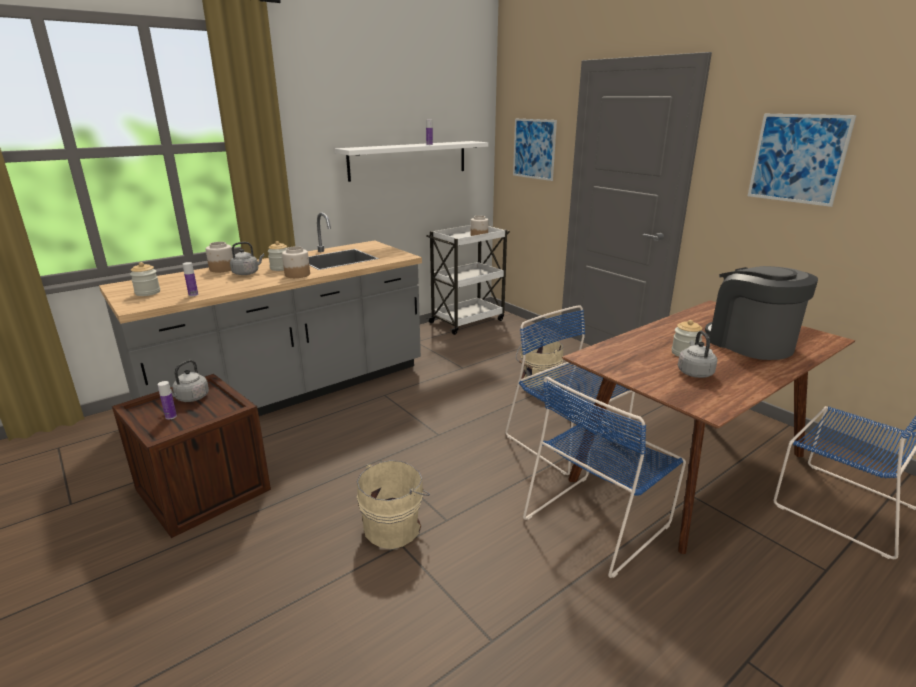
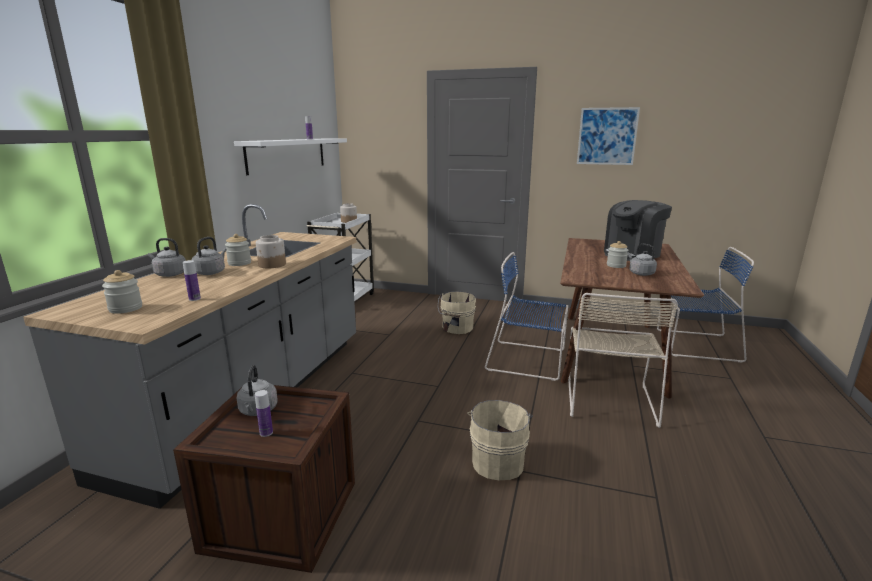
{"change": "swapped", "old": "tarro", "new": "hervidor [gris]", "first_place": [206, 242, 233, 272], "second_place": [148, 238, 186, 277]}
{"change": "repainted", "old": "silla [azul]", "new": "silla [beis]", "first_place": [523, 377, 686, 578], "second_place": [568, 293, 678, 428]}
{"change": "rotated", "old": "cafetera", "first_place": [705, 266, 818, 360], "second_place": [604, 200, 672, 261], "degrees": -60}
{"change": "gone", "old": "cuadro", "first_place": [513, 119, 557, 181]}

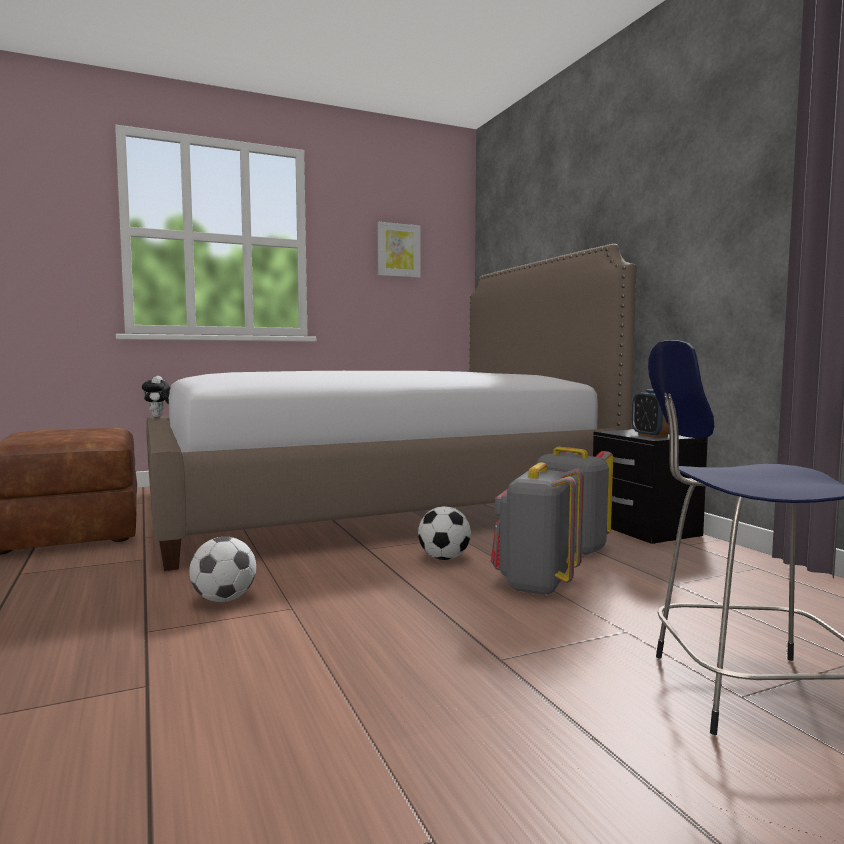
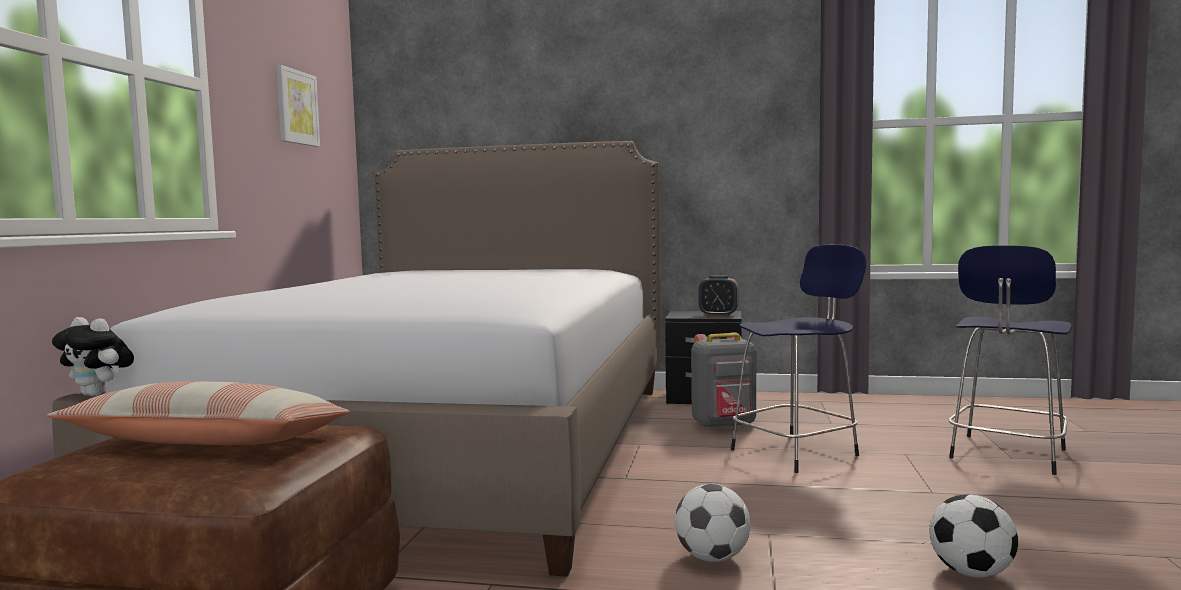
{"change": "new", "new": "cojín", "second_place": [47, 381, 350, 445]}
{"change": "swapped", "old": "mochila [gris]", "new": "taburete [azul]", "first_place": [491, 462, 584, 596], "second_place": [731, 245, 866, 473]}
{"change": "shifted", "old": "balón de fútbol", "first_place": [418, 506, 471, 560], "second_place": [929, 494, 1018, 578]}

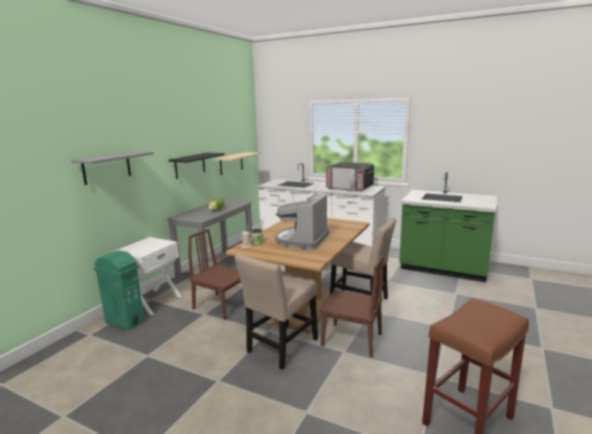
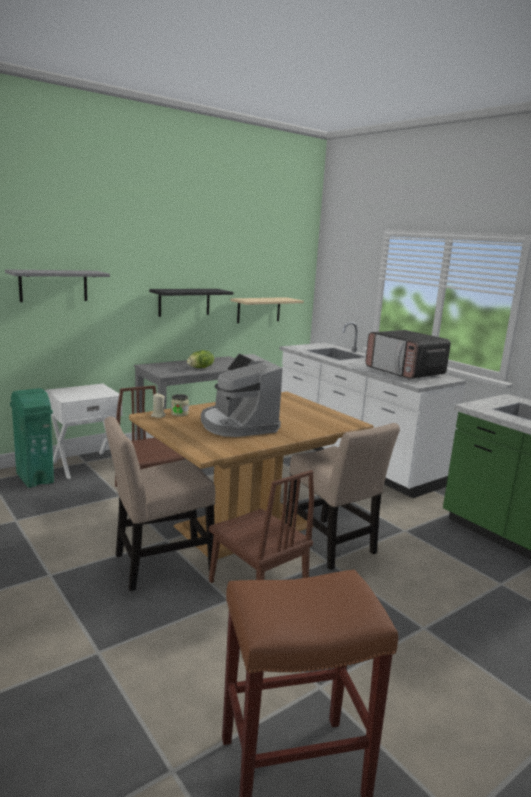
{"change": "rotated", "old": "cafetera", "first_place": [275, 193, 329, 250], "second_place": [201, 354, 283, 437], "degrees": -75}

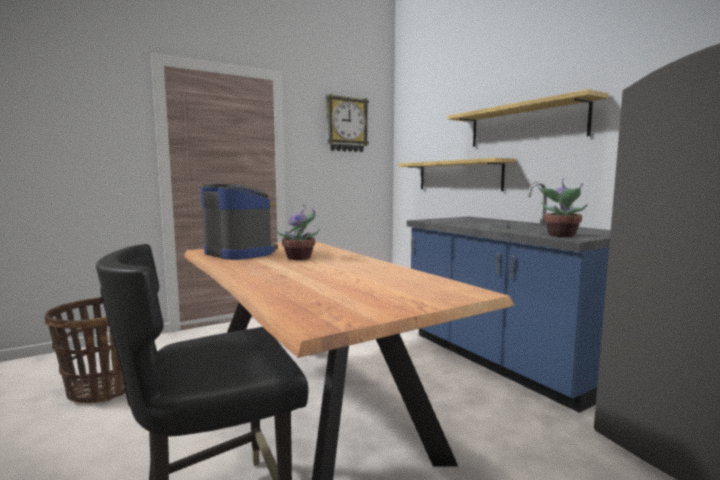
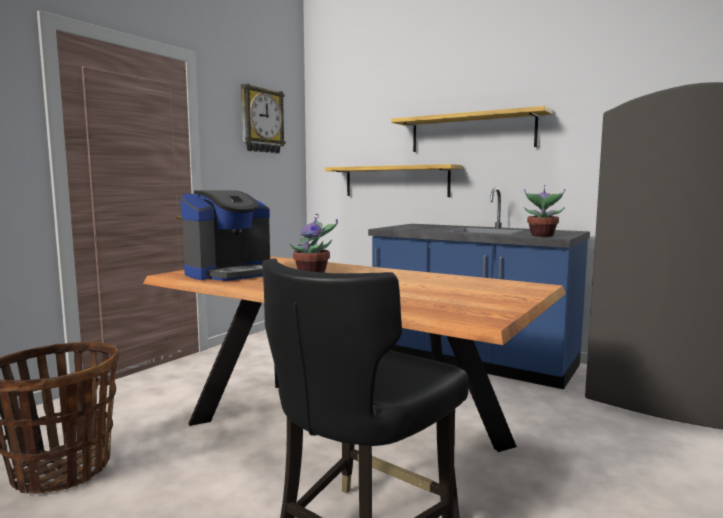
{"change": "rotated", "old": "cafetera", "first_place": [201, 184, 278, 260], "second_place": [180, 190, 270, 281], "degrees": 120}

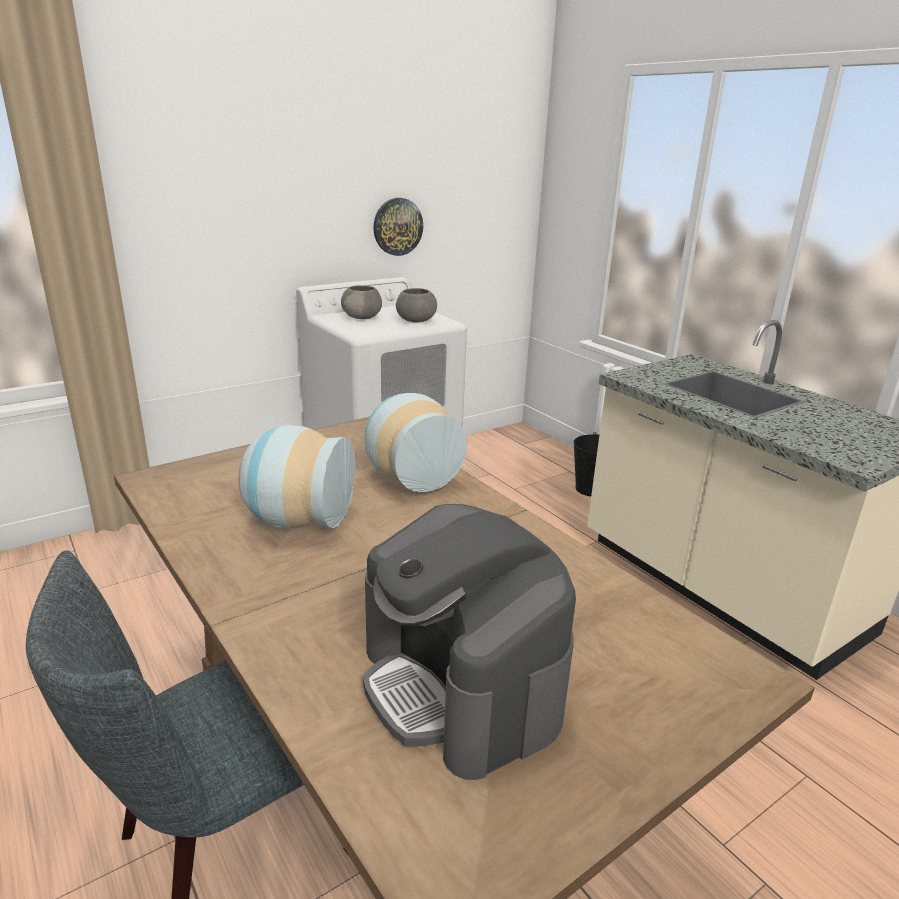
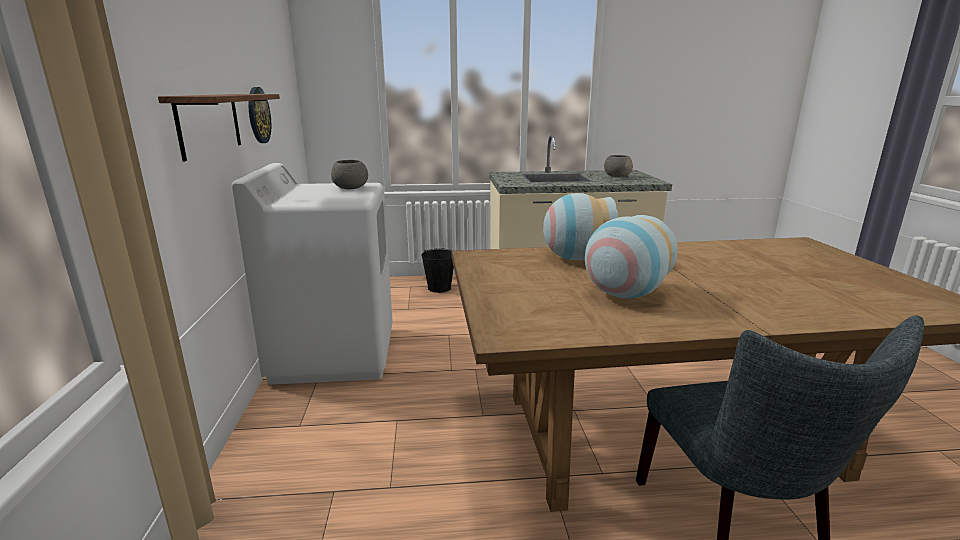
{"change": "new", "new": "estante", "second_place": [158, 94, 280, 161]}
{"change": "shifted", "old": "cuenco [gris]", "first_place": [341, 285, 382, 319], "second_place": [604, 155, 633, 177]}
{"change": "gone", "old": "cafetera", "first_place": [363, 504, 576, 780]}

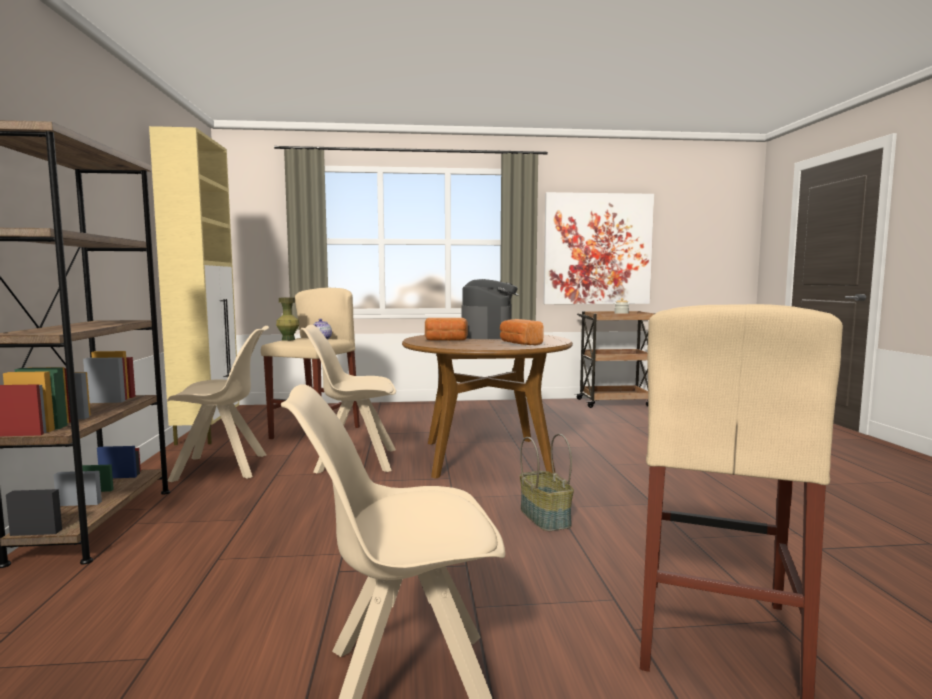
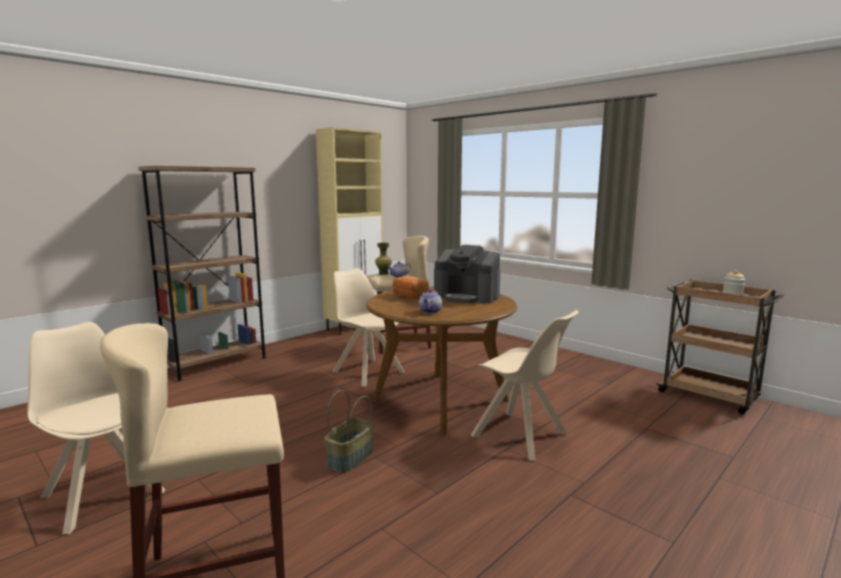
{"change": "swapped", "old": "pan", "new": "tetera", "first_place": [500, 319, 544, 345], "second_place": [419, 289, 442, 314]}
{"change": "rotated", "old": "cafetera", "first_place": [461, 279, 518, 339], "second_place": [434, 245, 500, 304], "degrees": 60}
{"change": "shifted", "old": "silla [beis]", "first_place": [167, 326, 269, 482], "second_place": [471, 310, 579, 460]}
{"change": "gone", "old": "cuadro", "first_place": [544, 192, 654, 304]}

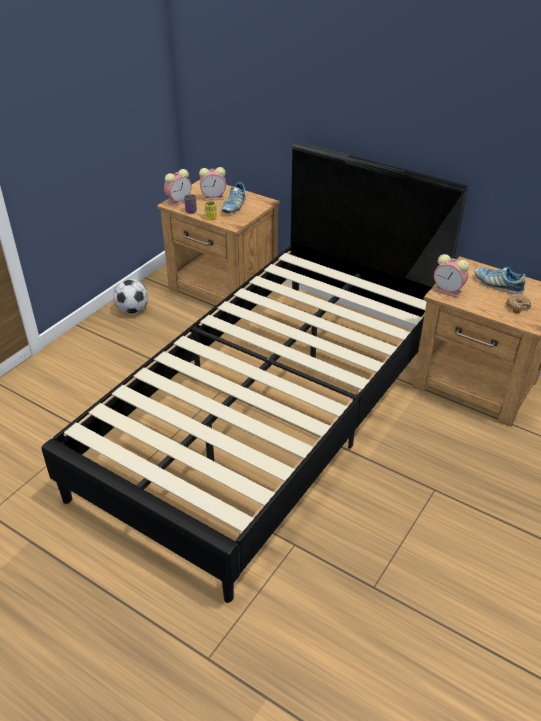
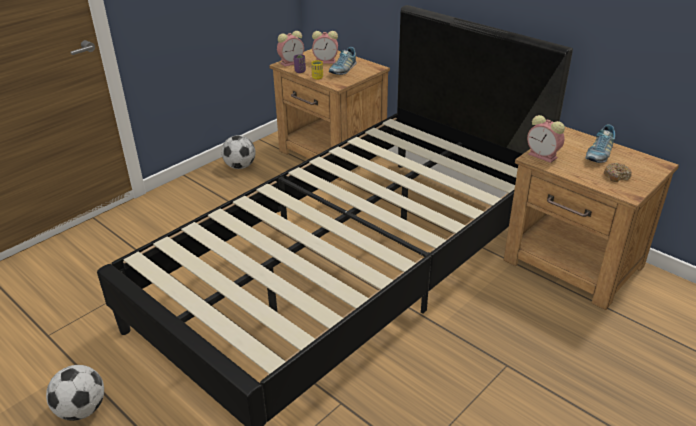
{"change": "new", "new": "balón de fútbol", "second_place": [46, 365, 104, 421]}
{"change": "rotated", "old": "zapato", "first_place": [475, 267, 525, 294], "second_place": [585, 124, 615, 163], "degrees": -105}

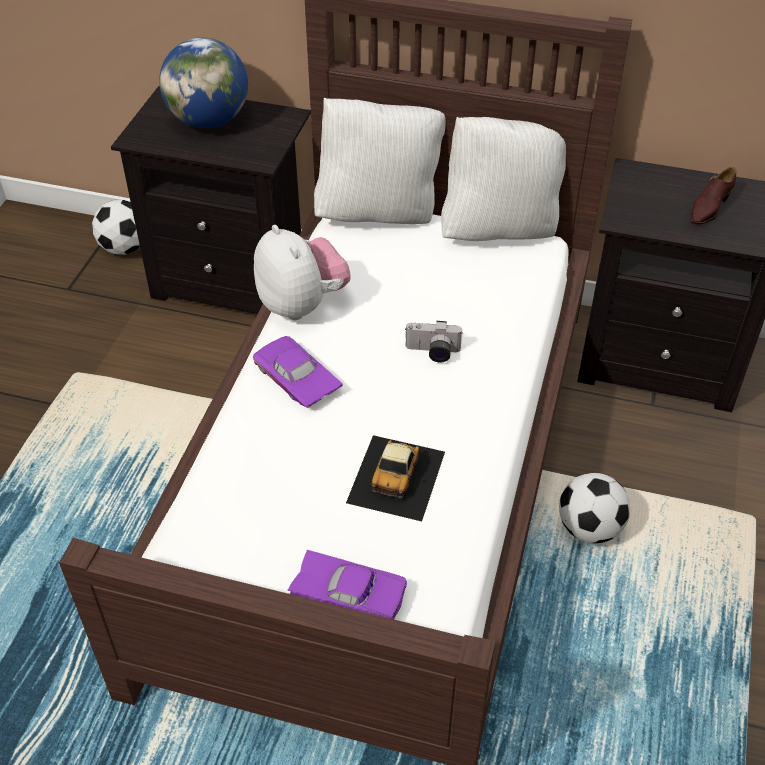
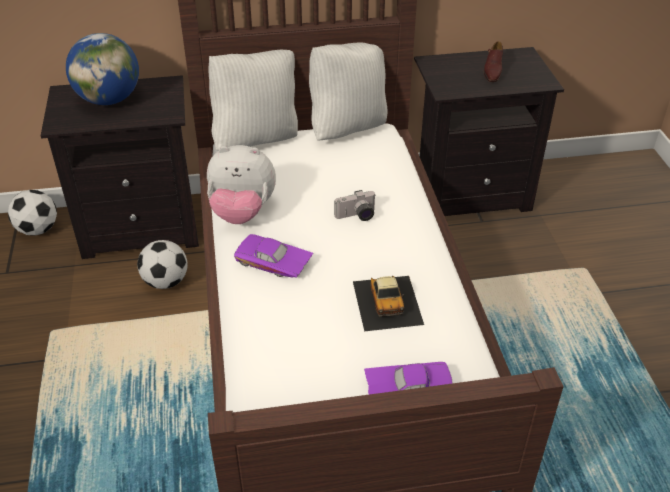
{"change": "shifted", "old": "balón de fútbol", "first_place": [559, 473, 630, 543], "second_place": [137, 240, 188, 289]}
{"change": "rotated", "old": "peluche", "first_place": [254, 225, 351, 320], "second_place": [207, 145, 276, 224], "degrees": 150}

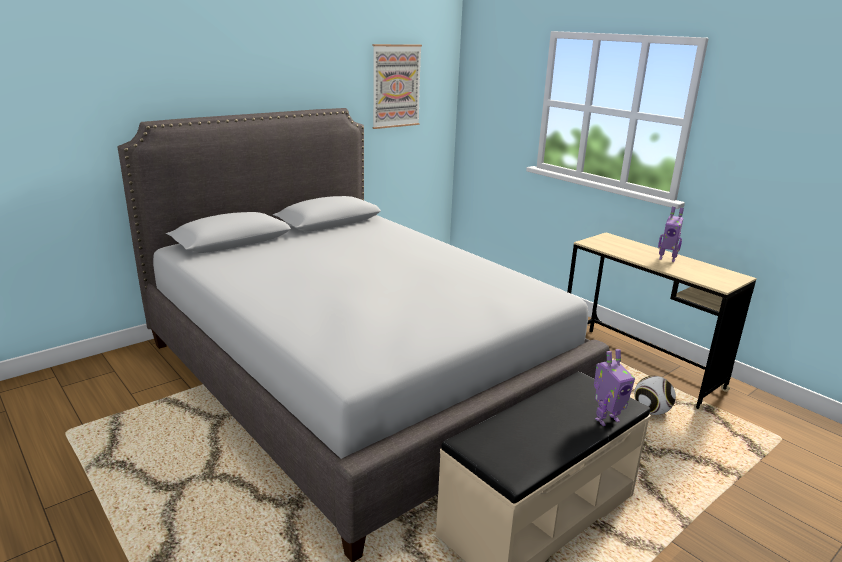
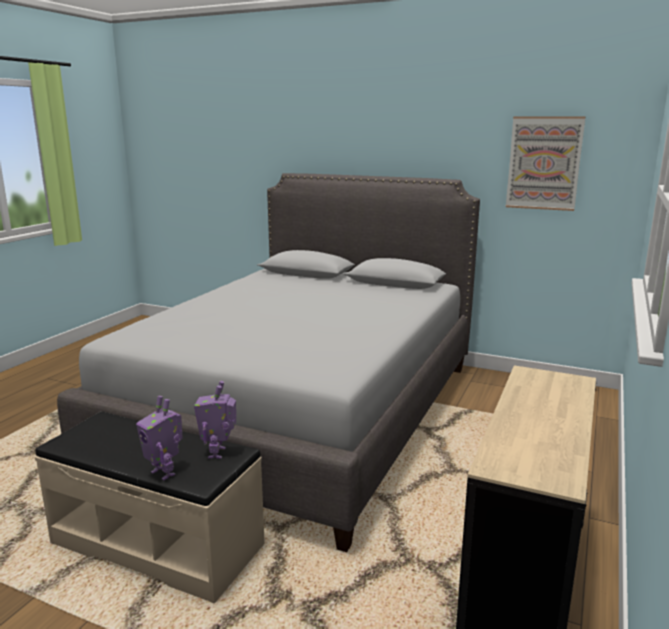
{"change": "shifted", "old": "robot de juguete", "first_place": [658, 207, 684, 262], "second_place": [194, 381, 236, 459]}
{"change": "gone", "old": "balón de fútbol", "first_place": [634, 376, 676, 415]}

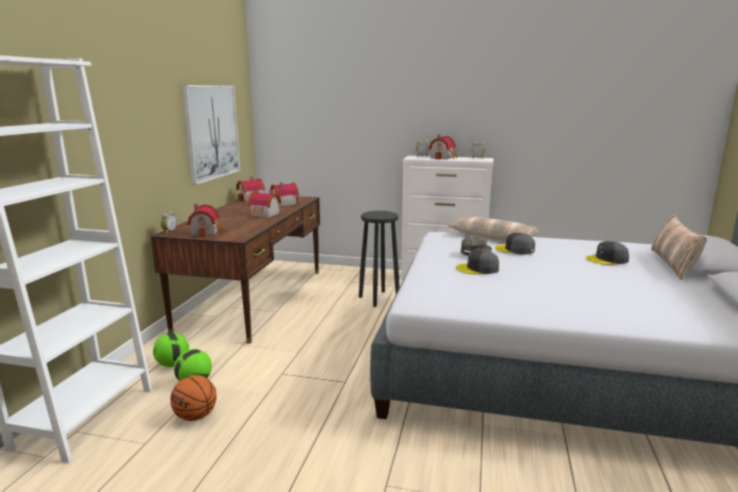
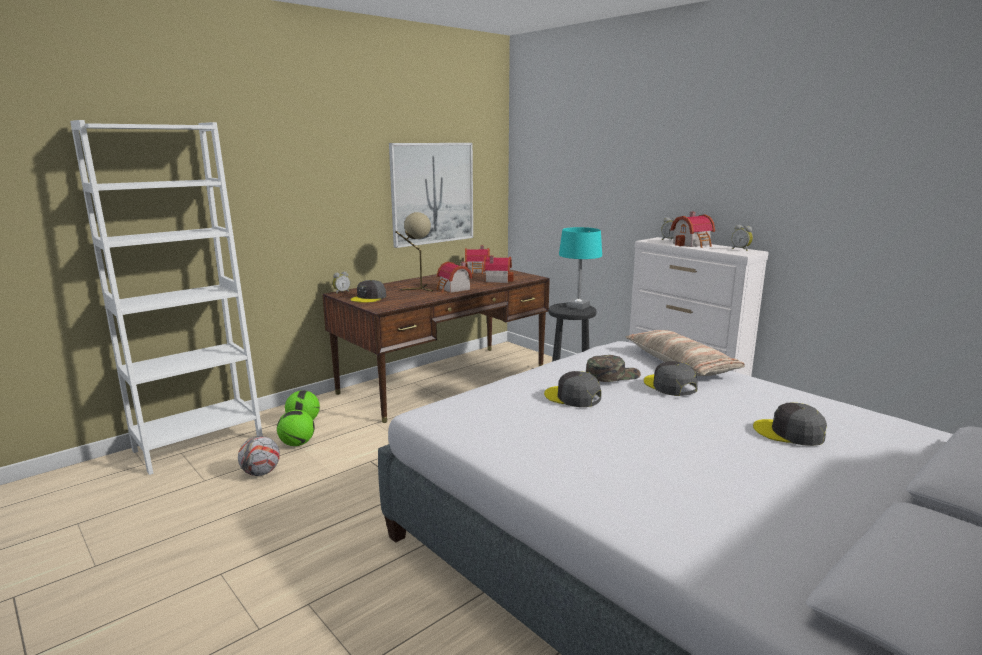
{"change": "swapped", "old": "balón de baloncesto", "new": "balón de fútbol", "first_place": [170, 375, 217, 421], "second_place": [238, 436, 280, 476]}
{"change": "swapped", "old": "casita", "new": "gorra [gris]", "first_place": [187, 204, 224, 237], "second_place": [351, 280, 386, 303]}
{"change": "new", "new": "lámpara de mesa [beis]", "second_place": [396, 212, 433, 292]}
{"change": "new", "new": "lámpara de mesa [turquesa]", "second_place": [559, 227, 602, 310]}
{"change": "gone", "old": "cojín", "first_place": [651, 214, 707, 280]}

